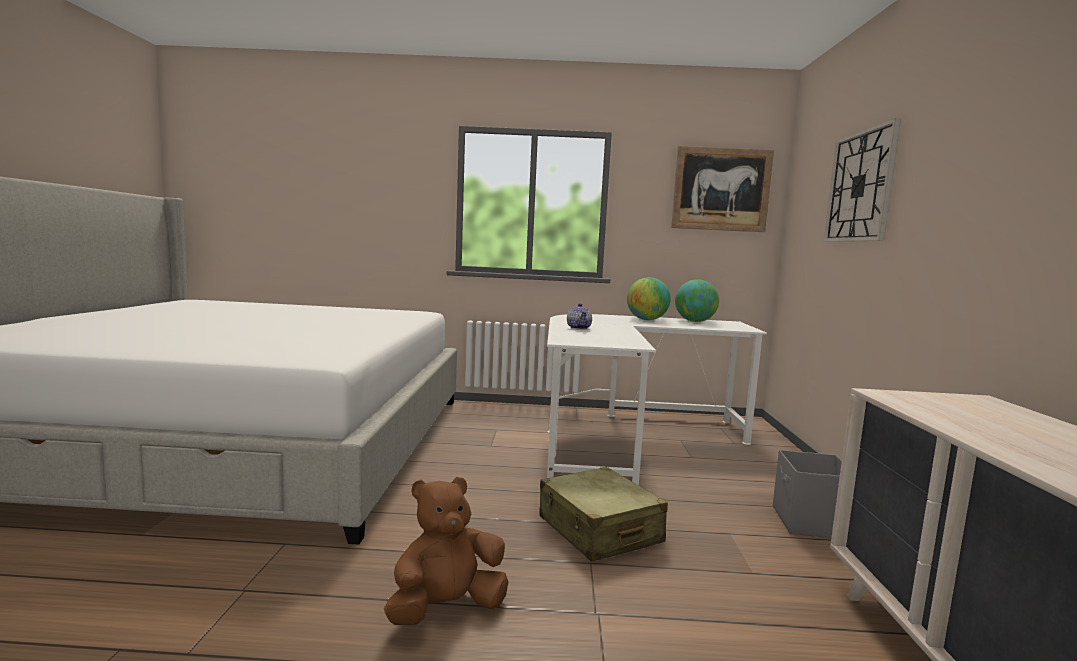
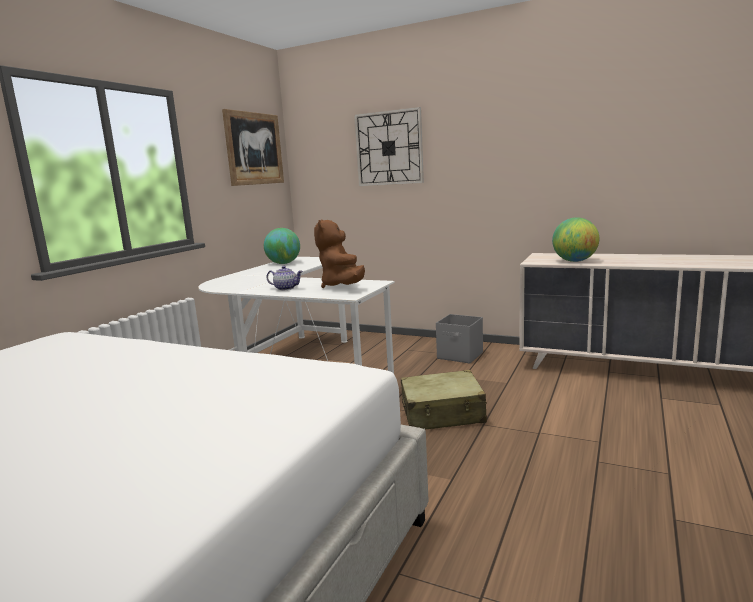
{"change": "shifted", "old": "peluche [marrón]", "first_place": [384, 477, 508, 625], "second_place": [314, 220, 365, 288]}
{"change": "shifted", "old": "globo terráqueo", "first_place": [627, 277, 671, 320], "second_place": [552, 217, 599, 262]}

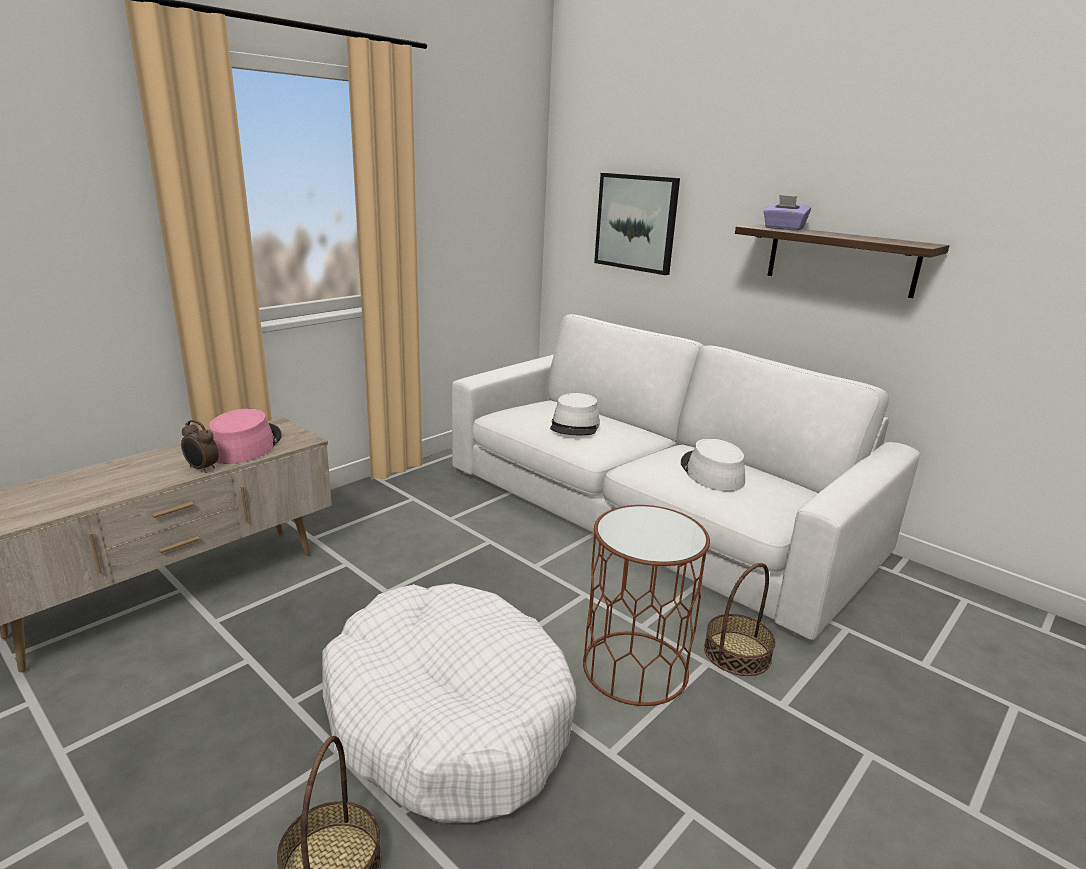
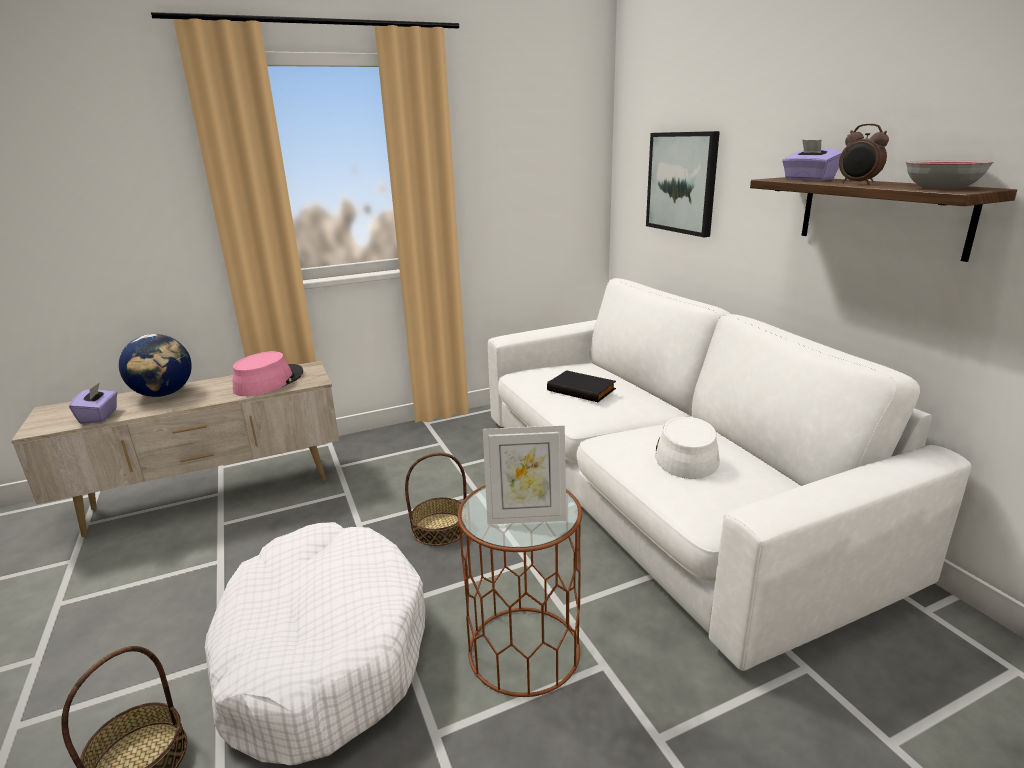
{"change": "new", "new": "caja de pañuelos [morado]", "second_place": [69, 382, 117, 424]}
{"change": "new", "new": "globo terráqueo", "second_place": [119, 334, 192, 397]}
{"change": "shifted", "old": "cesta", "first_place": [704, 563, 775, 676], "second_place": [405, 452, 467, 546]}
{"change": "new", "new": "portarretratos", "second_place": [483, 425, 566, 525]}
{"change": "swapped", "old": "sombrero [blanco]", "new": "libro [negro]", "first_place": [550, 393, 600, 435], "second_place": [547, 370, 616, 402]}
{"change": "shifted", "old": "despertador", "first_place": [181, 420, 218, 473], "second_place": [839, 124, 889, 185]}
{"change": "new", "new": "cuenco", "second_place": [906, 160, 993, 189]}

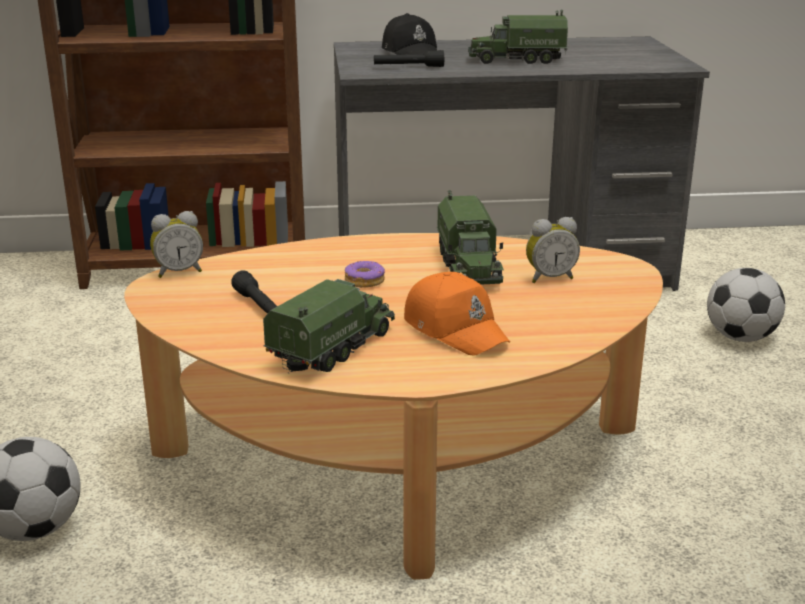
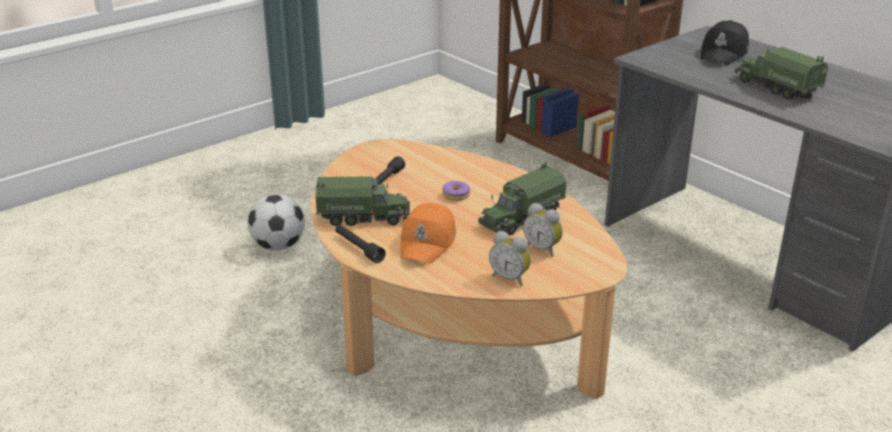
{"change": "shifted", "old": "linterna [negro]", "first_place": [374, 50, 444, 67], "second_place": [335, 225, 386, 263]}
{"change": "shifted", "old": "despertador", "first_place": [150, 211, 203, 278], "second_place": [489, 231, 531, 286]}
{"change": "gone", "old": "balón de fútbol", "first_place": [707, 268, 785, 342]}

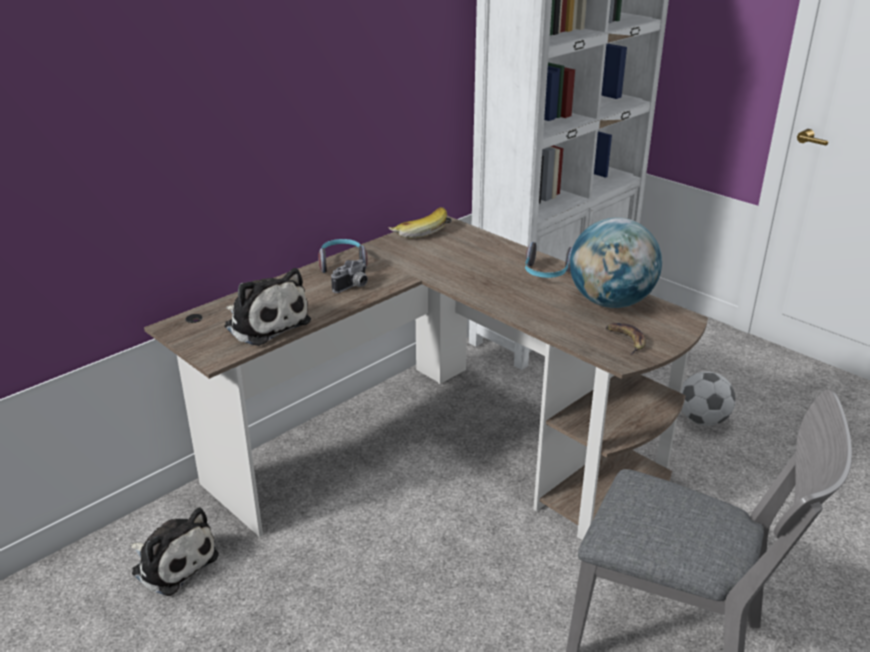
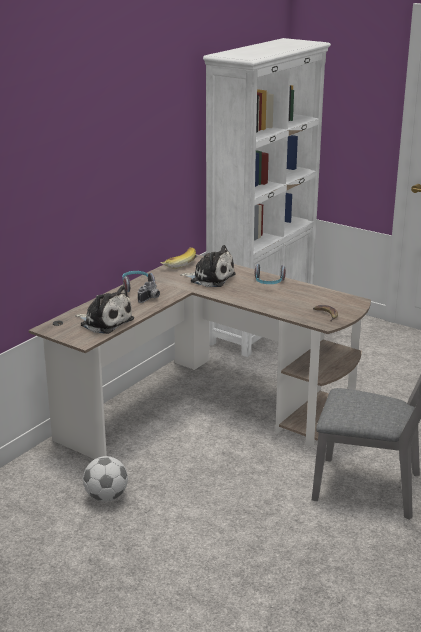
{"change": "shifted", "old": "balón de fútbol", "first_place": [681, 371, 736, 426], "second_place": [83, 456, 128, 502]}
{"change": "shifted", "old": "peluche", "first_place": [130, 507, 219, 596], "second_place": [180, 245, 236, 287]}
{"change": "gone", "old": "globo terráqueo", "first_place": [570, 217, 662, 308]}

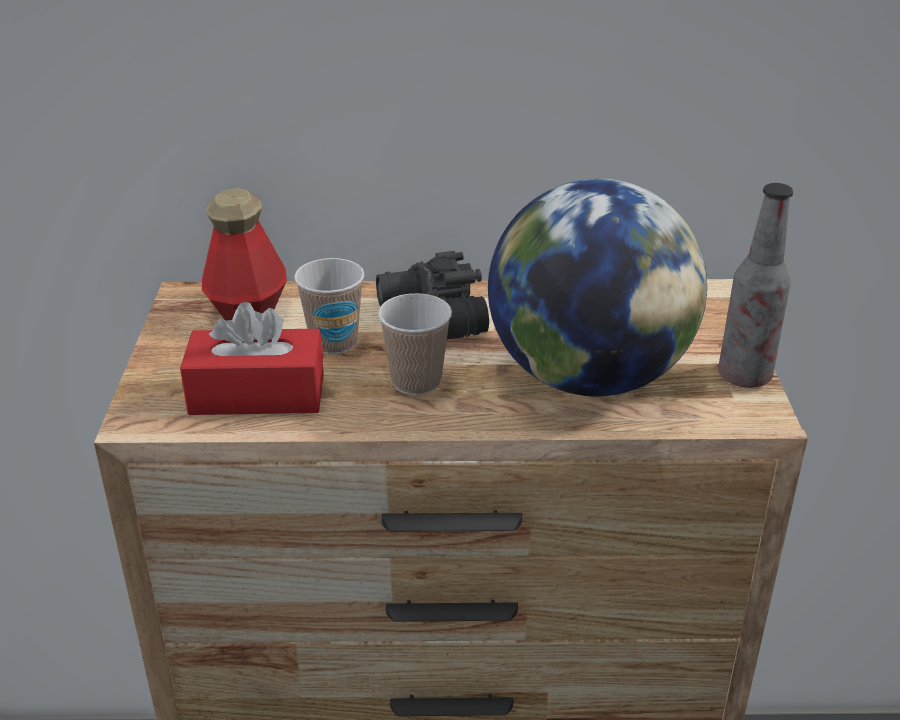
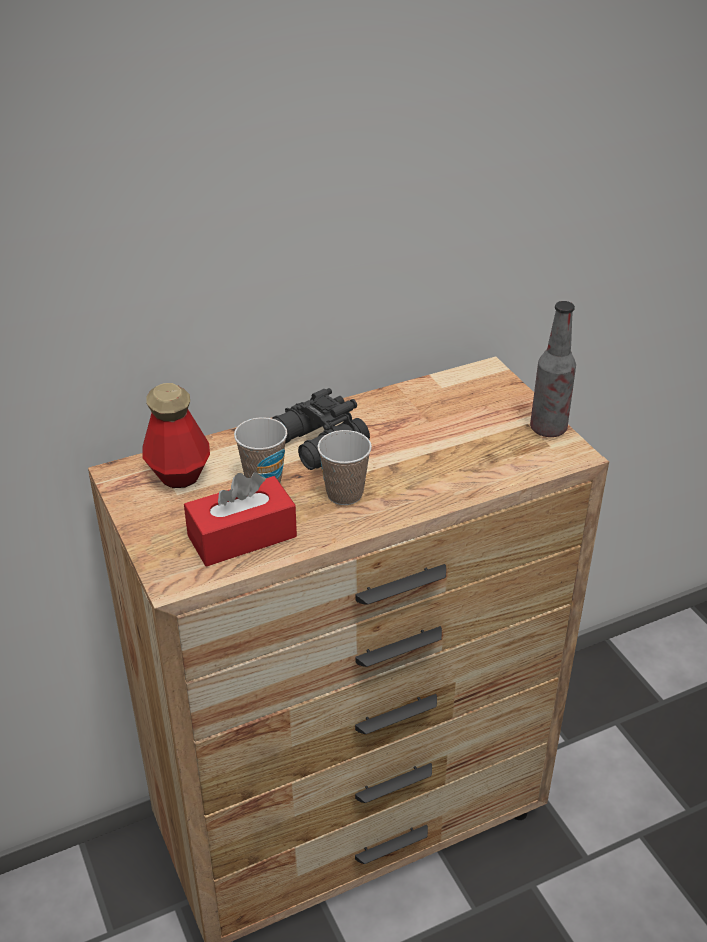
{"change": "gone", "old": "globo terráqueo", "first_place": [488, 179, 707, 397]}

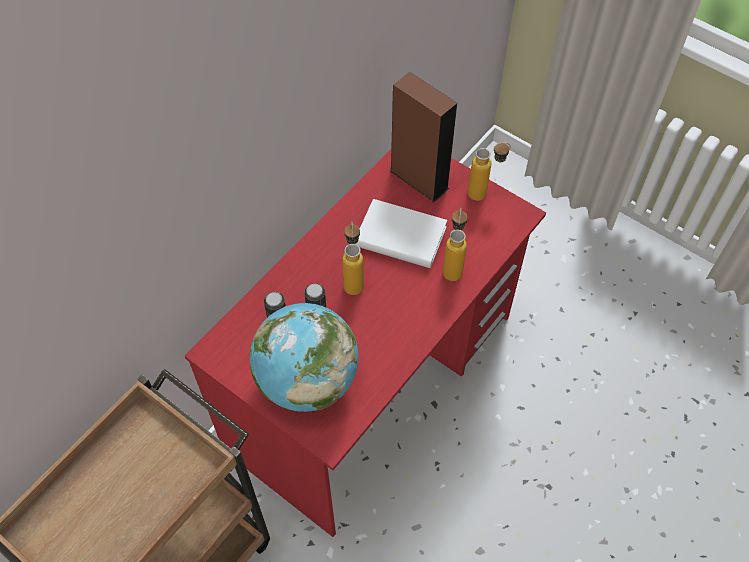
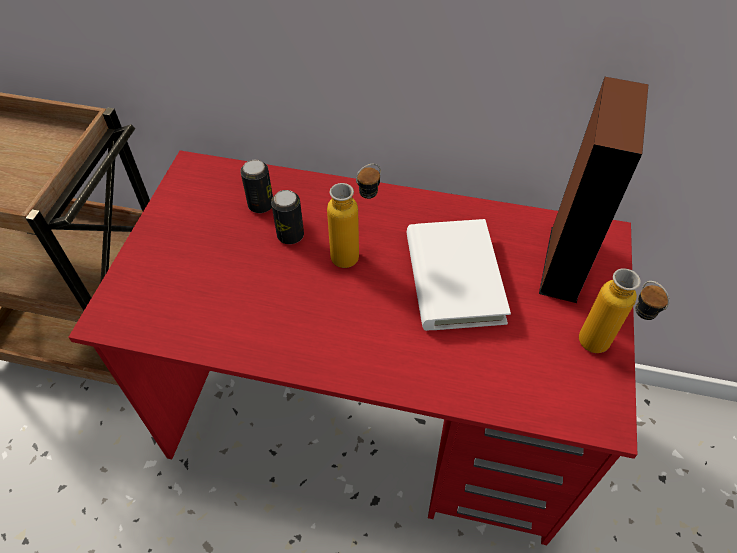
{"change": "gone", "old": "globo terráqueo", "first_place": [250, 303, 358, 412]}
{"change": "gone", "old": "botella", "first_place": [443, 208, 467, 281]}

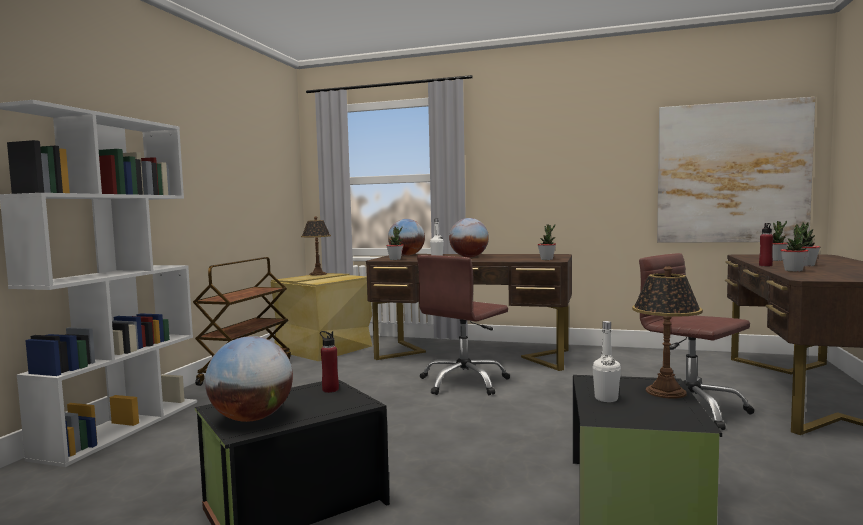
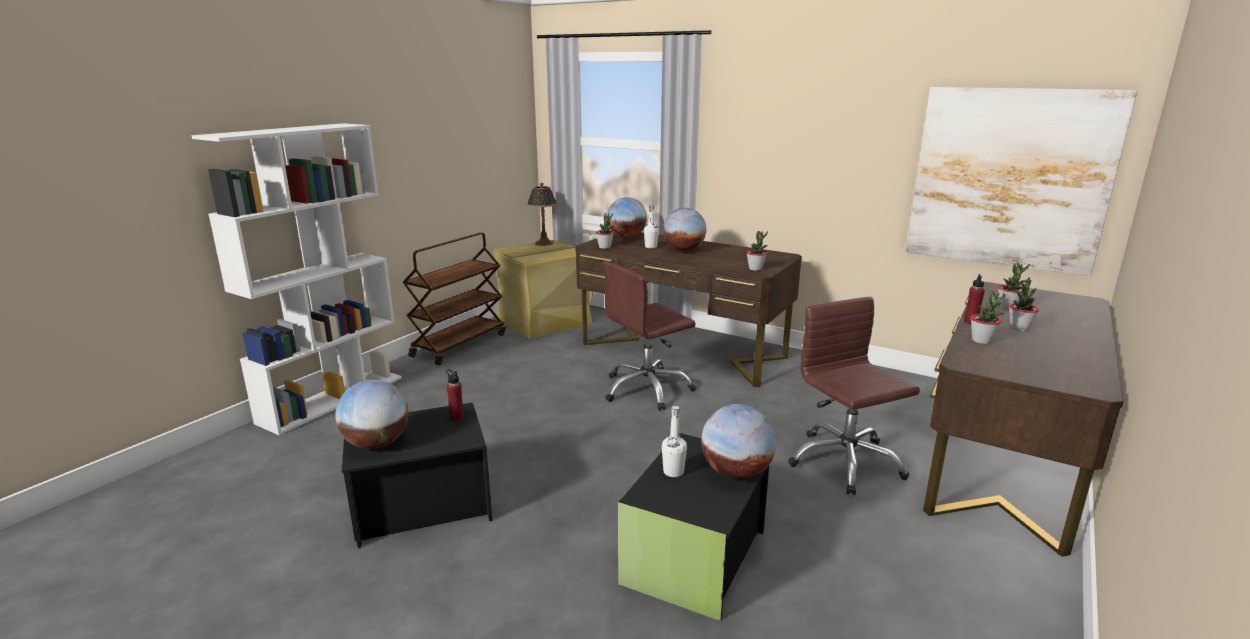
{"change": "swapped", "old": "lámpara de mesa", "new": "globo terráqueo", "first_place": [632, 266, 703, 399], "second_place": [701, 404, 776, 479]}

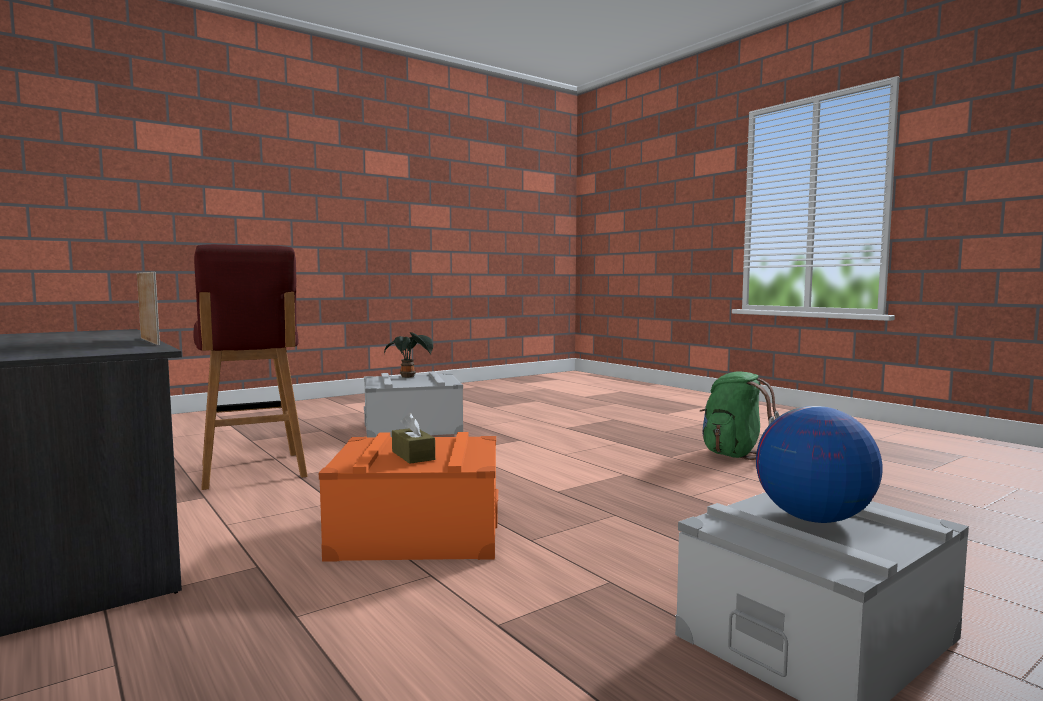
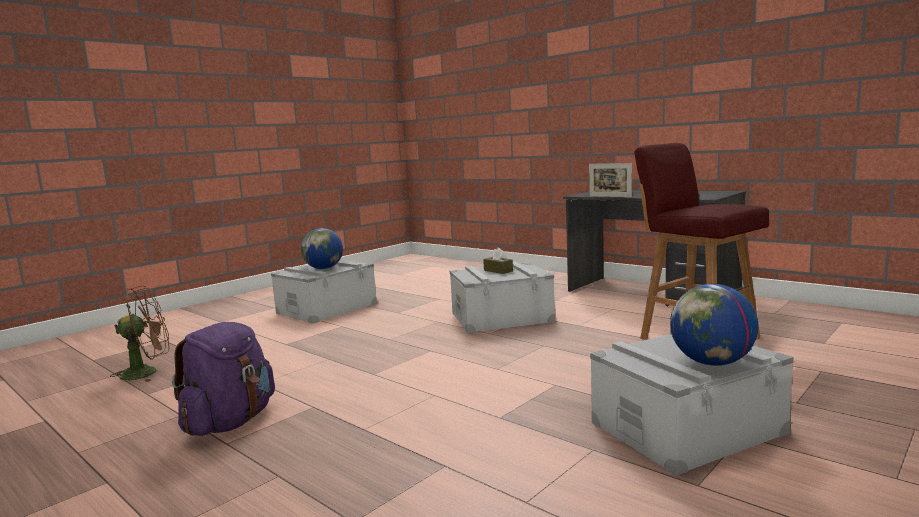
{"change": "new", "new": "ventilador [marrón]", "second_place": [110, 285, 169, 382]}
{"change": "repainted", "old": "mochila [verde]", "new": "mochila [morado]", "first_place": [700, 371, 779, 460], "second_place": [172, 322, 275, 436]}
{"change": "repainted", "old": "caja de almacenaje [naranja]", "new": "caja de almacenaje [gris]", "first_place": [319, 432, 498, 562], "second_place": [450, 261, 555, 333]}
{"change": "swapped", "old": "planta en maceta", "new": "globo terráqueo", "first_place": [384, 332, 433, 378], "second_place": [670, 284, 758, 366]}

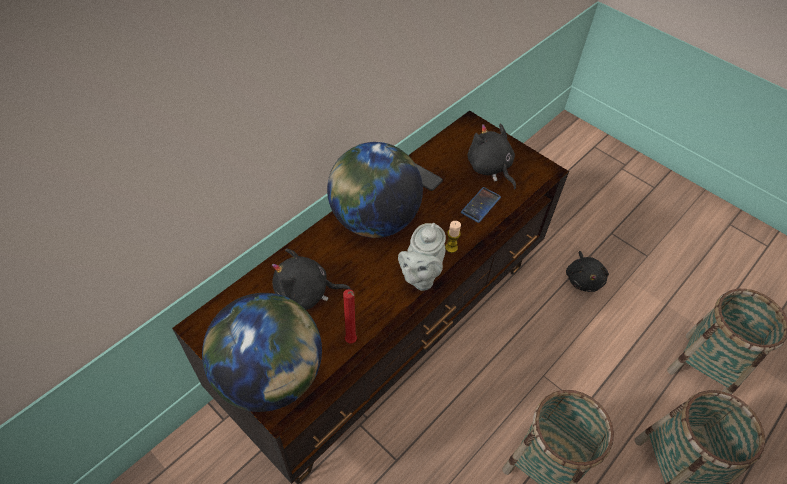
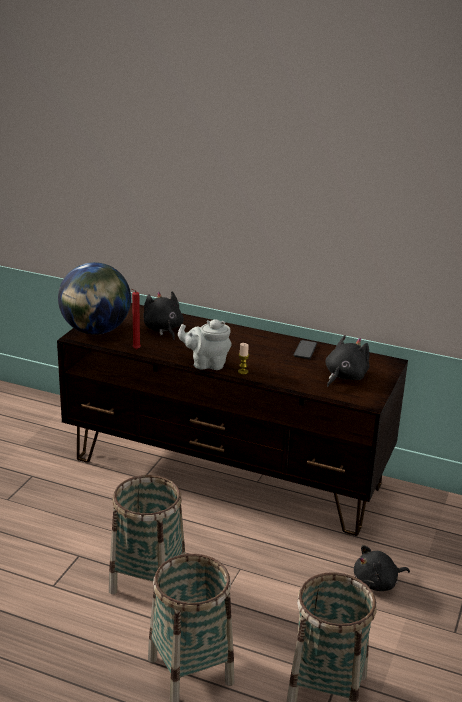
{"change": "gone", "old": "globo terráqueo", "first_place": [327, 142, 423, 238]}
{"change": "gone", "old": "móvil", "first_place": [461, 187, 501, 223]}

